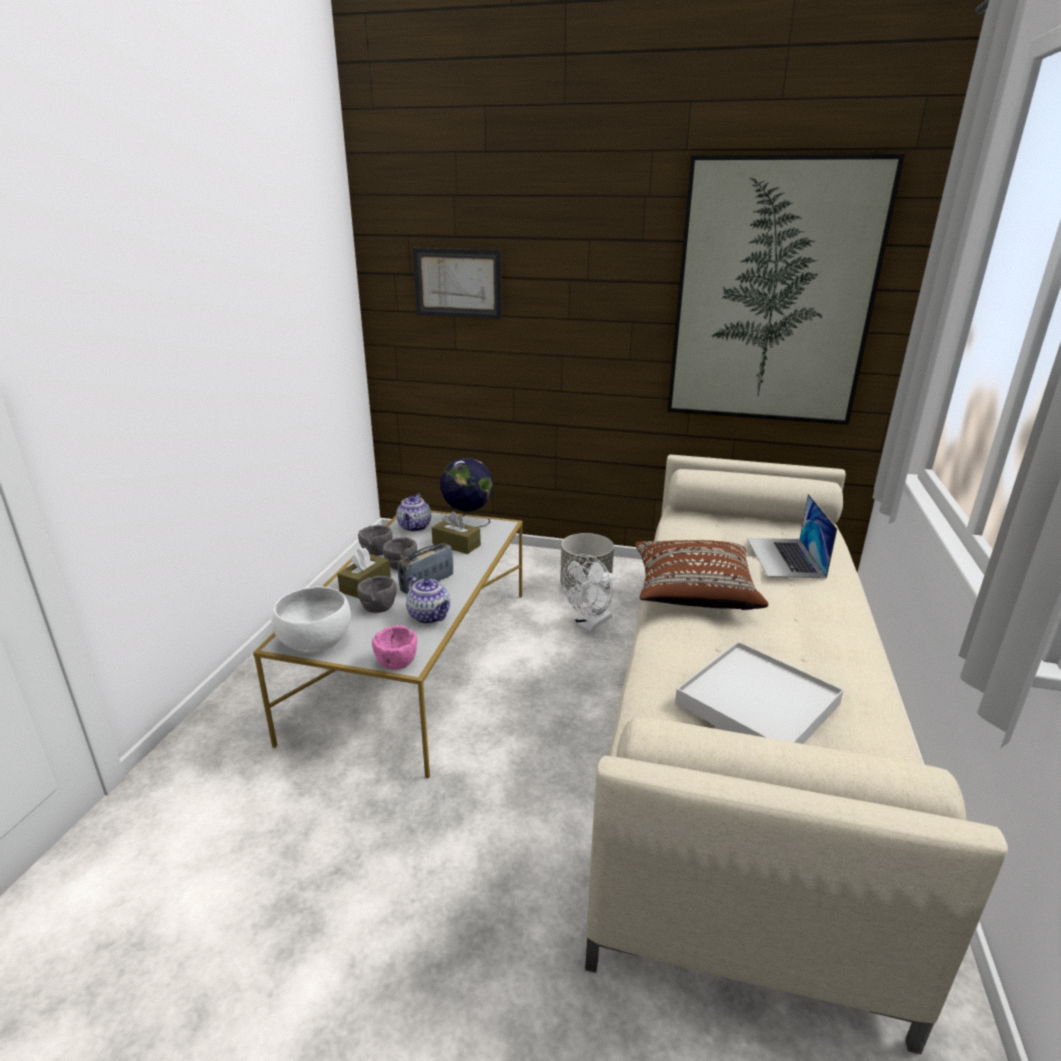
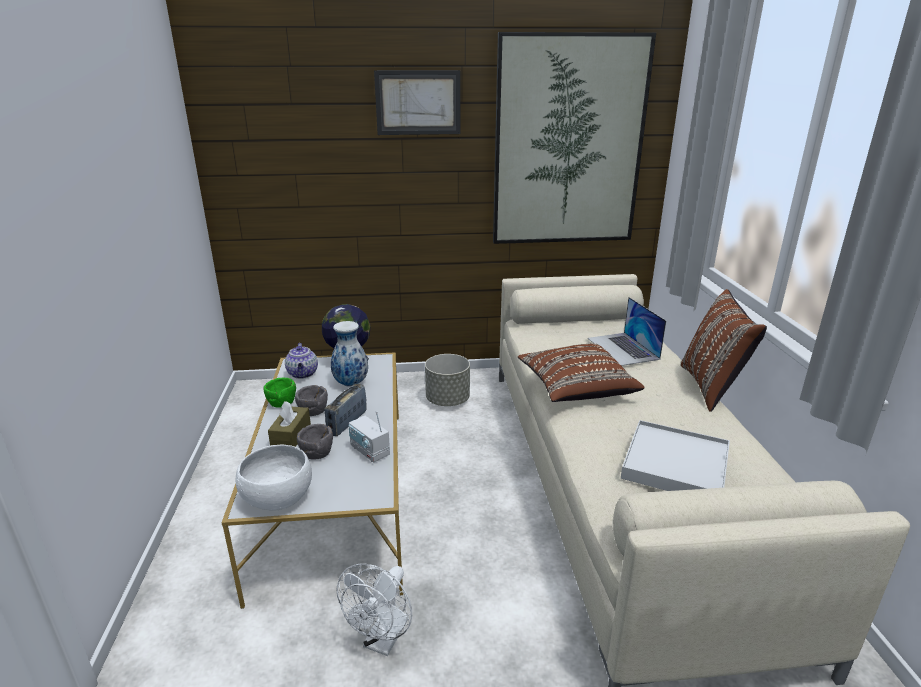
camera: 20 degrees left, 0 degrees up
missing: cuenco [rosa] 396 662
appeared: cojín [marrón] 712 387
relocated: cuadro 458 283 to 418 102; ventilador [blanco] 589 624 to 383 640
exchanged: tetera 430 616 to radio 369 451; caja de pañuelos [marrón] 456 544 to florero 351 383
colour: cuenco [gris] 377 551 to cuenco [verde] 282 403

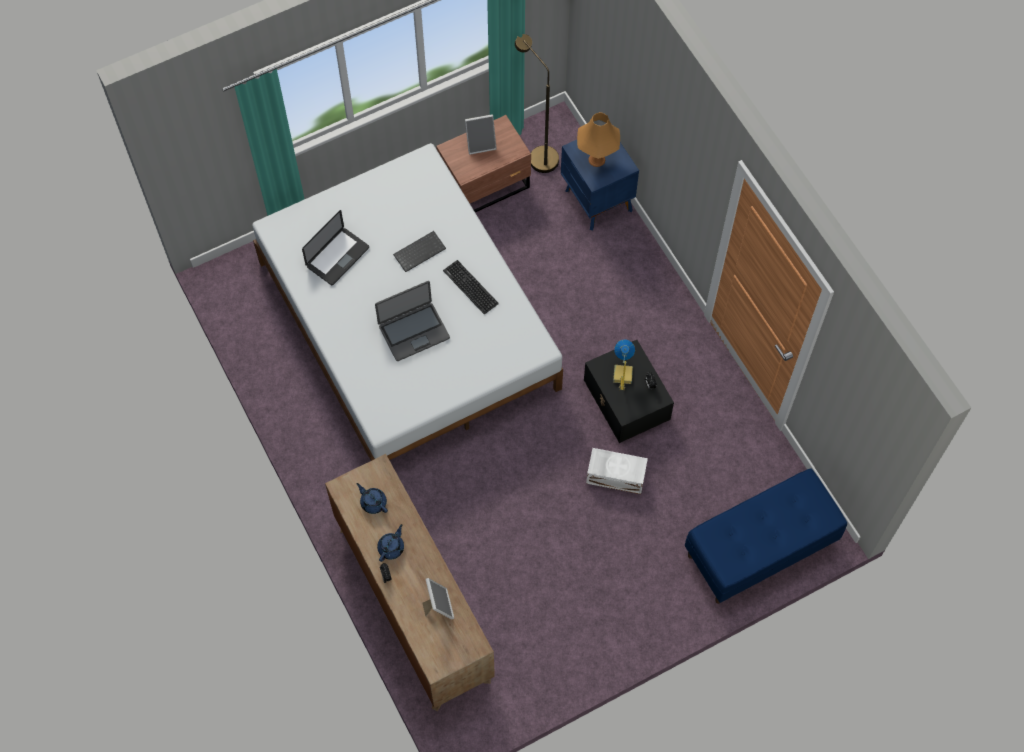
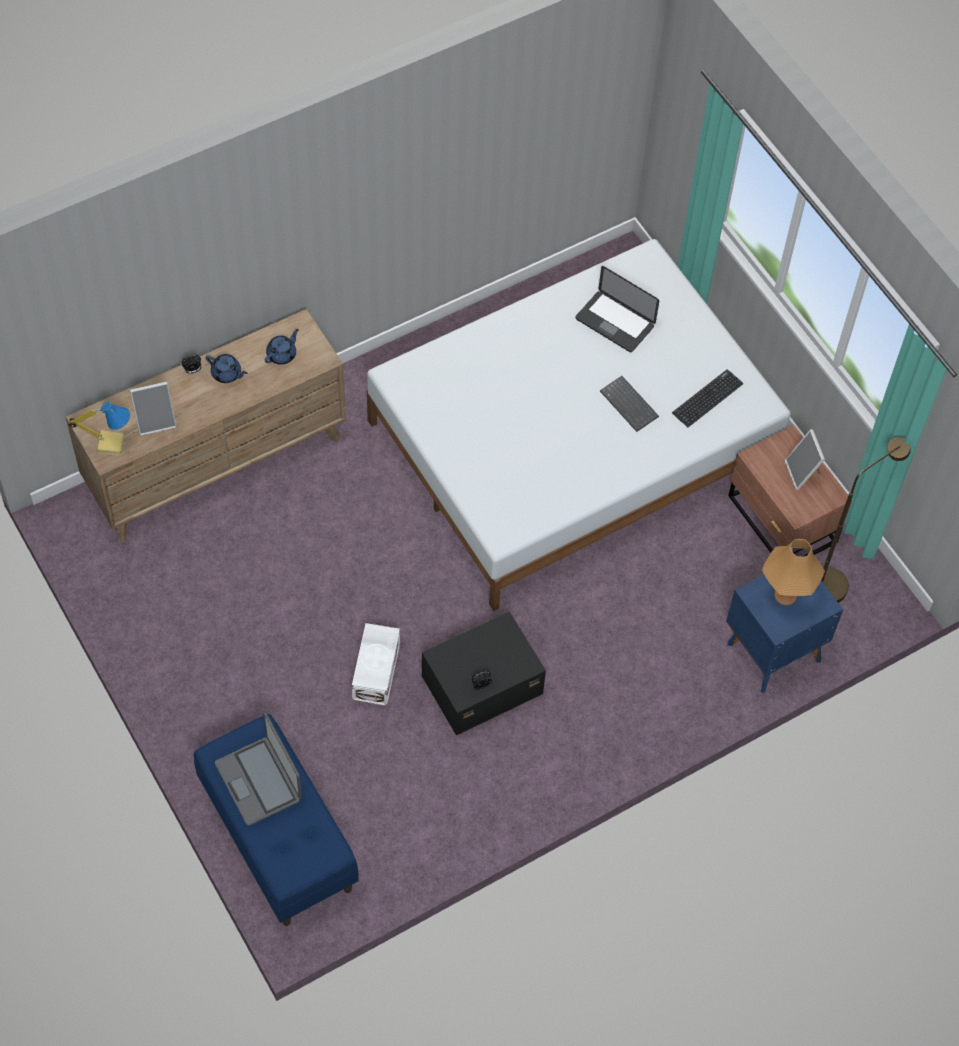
camera: 85 degrees right, 5 degrees down
relocated: portátil 413 331 to 259 781; teclado 470 287 to 707 398; lámpara de mesa 621 375 to 110 443

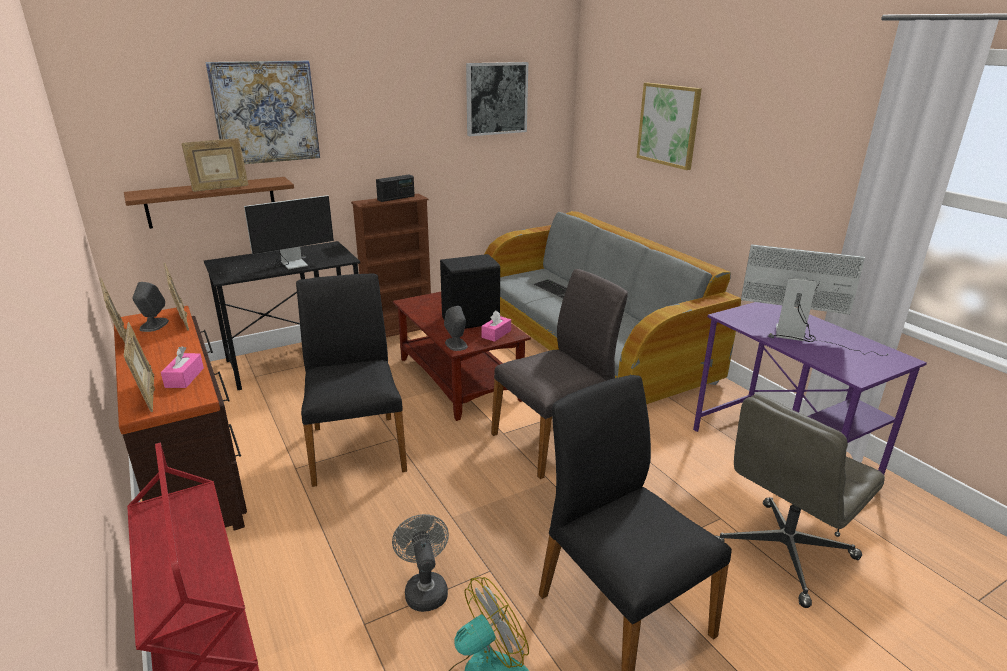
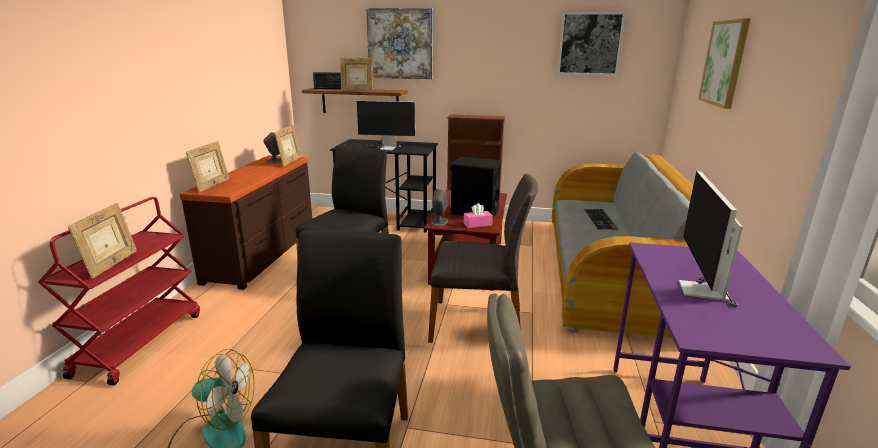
camera: 40 degrees right, 5 degrees down
missing: caja de pañuelos [rosa] 184 378; ventilador [gris] 424 589
relocated: portarretratos 121 339 to 111 265; radio 396 198 to 329 88
spun: monitor 800 335 = 703 285 135 degrees counterclockwise

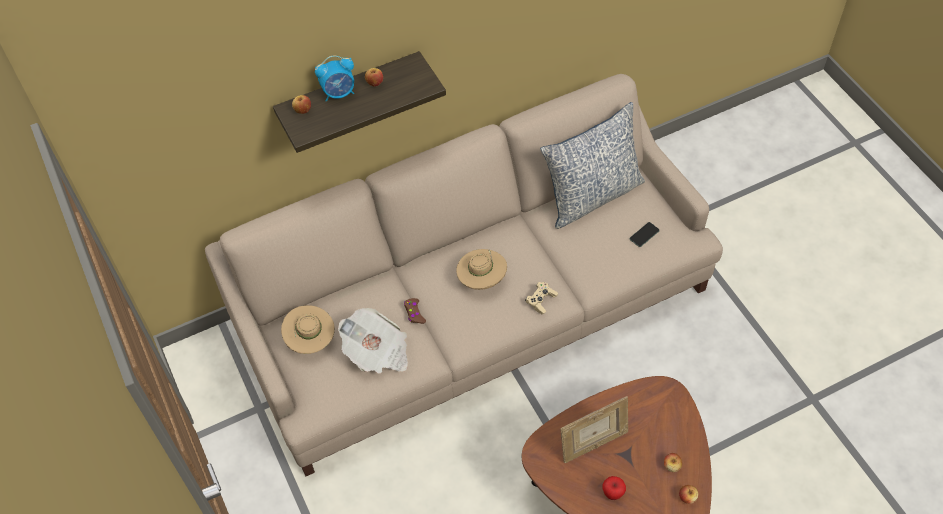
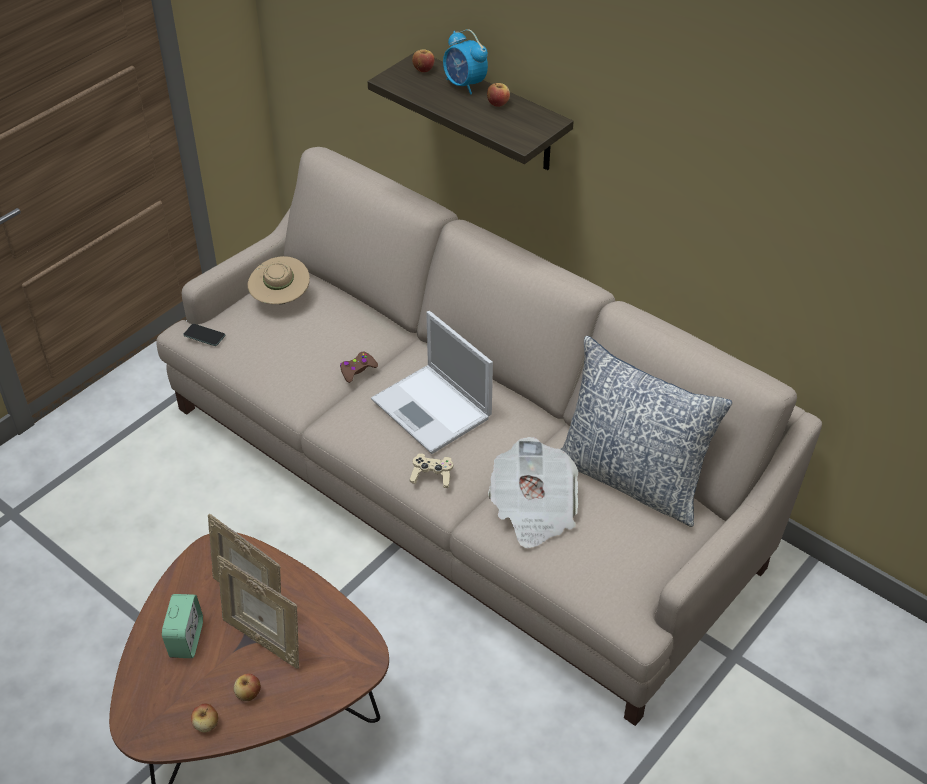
camera: 65 degrees right, 10 degrees down
appeared: portarretratos 263 639
relocated: periódico 377 352 to 533 510; móvil 644 235 to 204 335
exchanged: sombrero [beis] 481 279 to portátil 433 410; manzana 612 493 to despertador 186 639

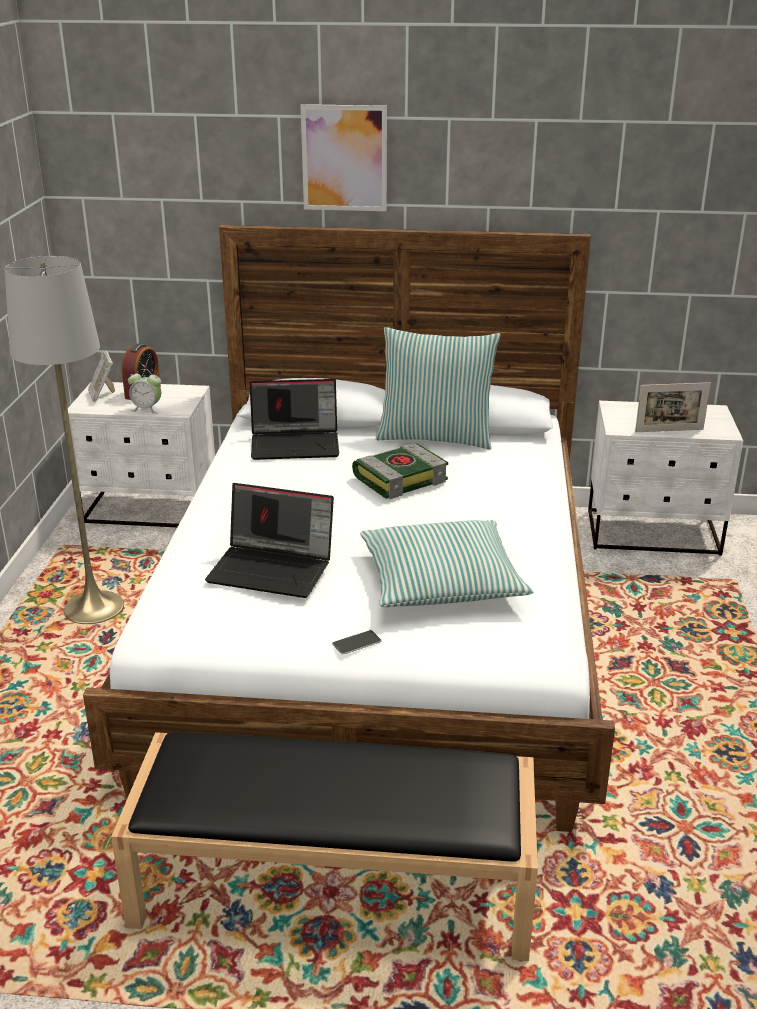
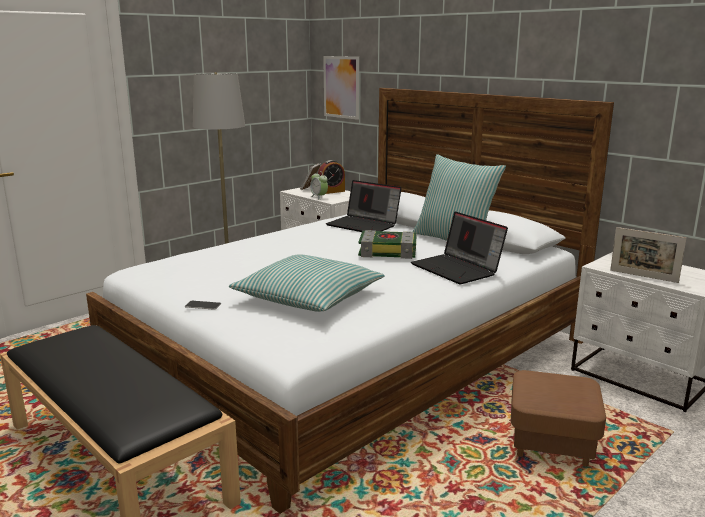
camera: 40 degrees right, 10 degrees down
appeared: puf [marrón] 551 443
relocated: portátil 273 569 to 458 269; cuadro 344 158 to 341 87

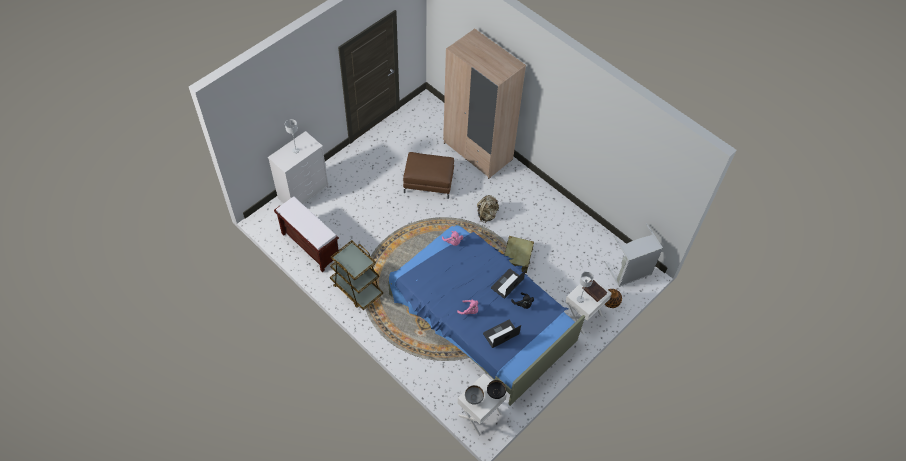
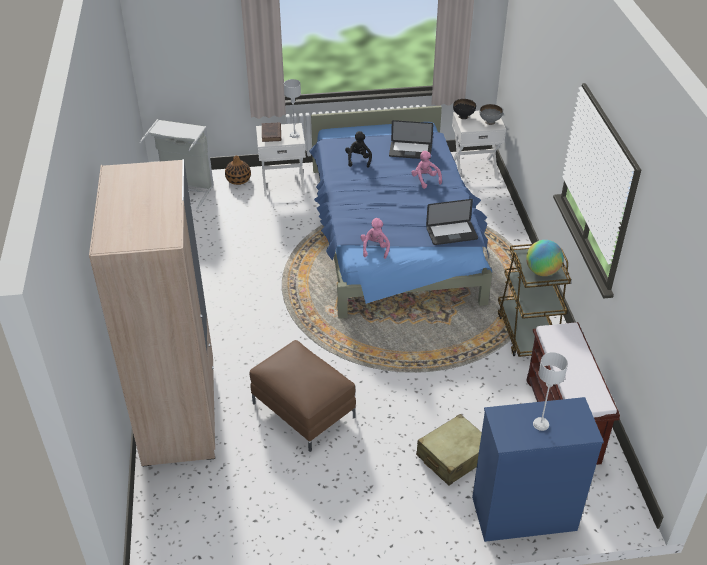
camera: 140 degrees left, 15 degrees down
missing: mochila [beis] 487 214
appeared: globo terráqueo 542 271
relocated: portátil 507 284 to 451 234; maleta [beis] 517 257 to 453 457
colour: cómoda [blanco] 303 192 to cómoda [azul] 523 514

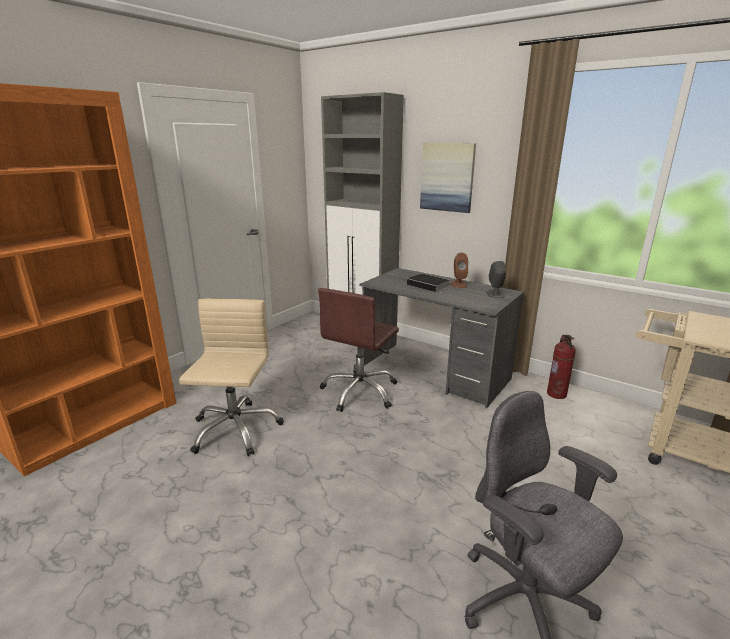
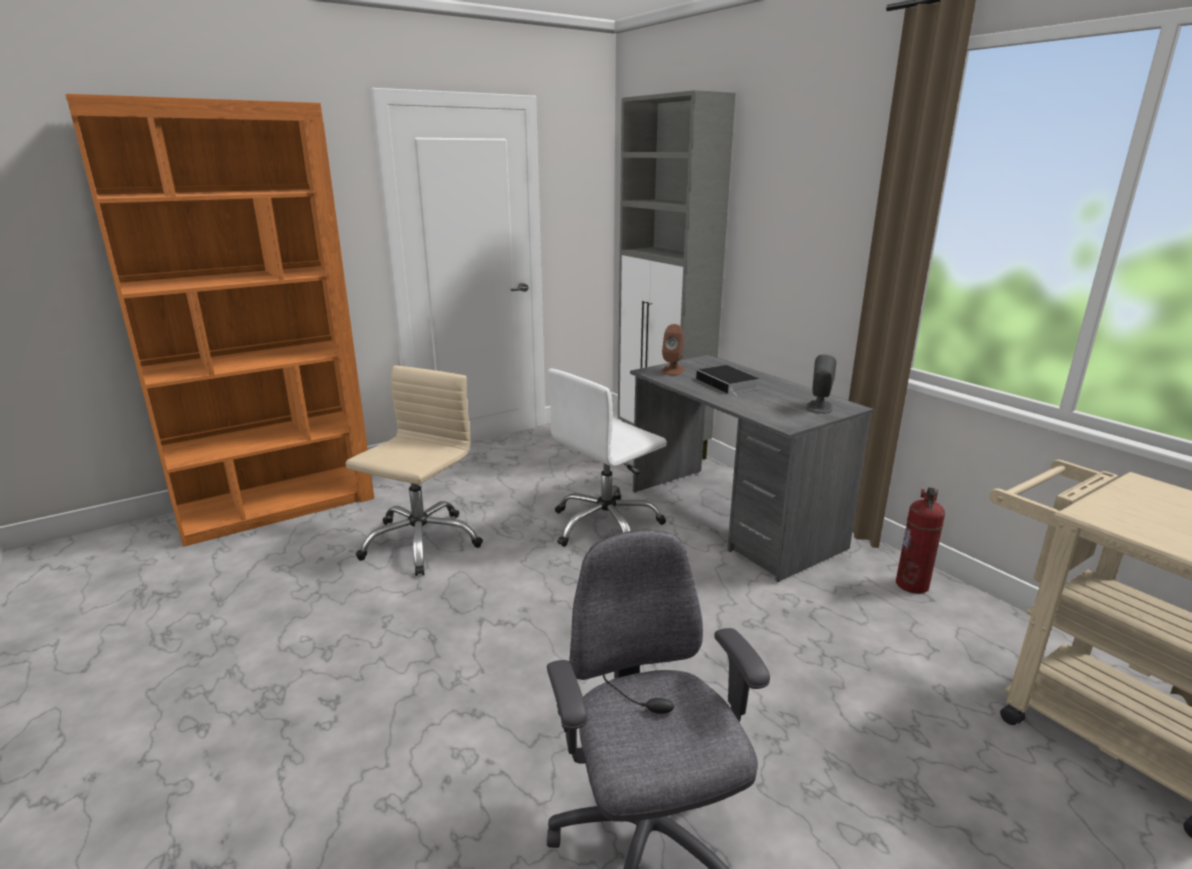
camera: 20 degrees right, 0 degrees up
missing: cuadro 447 177
relocated: altavoz [marrón] 458 284 to 672 370
colour: silla de oficina [marrón] 360 392 to silla de oficina [blanco] 606 526

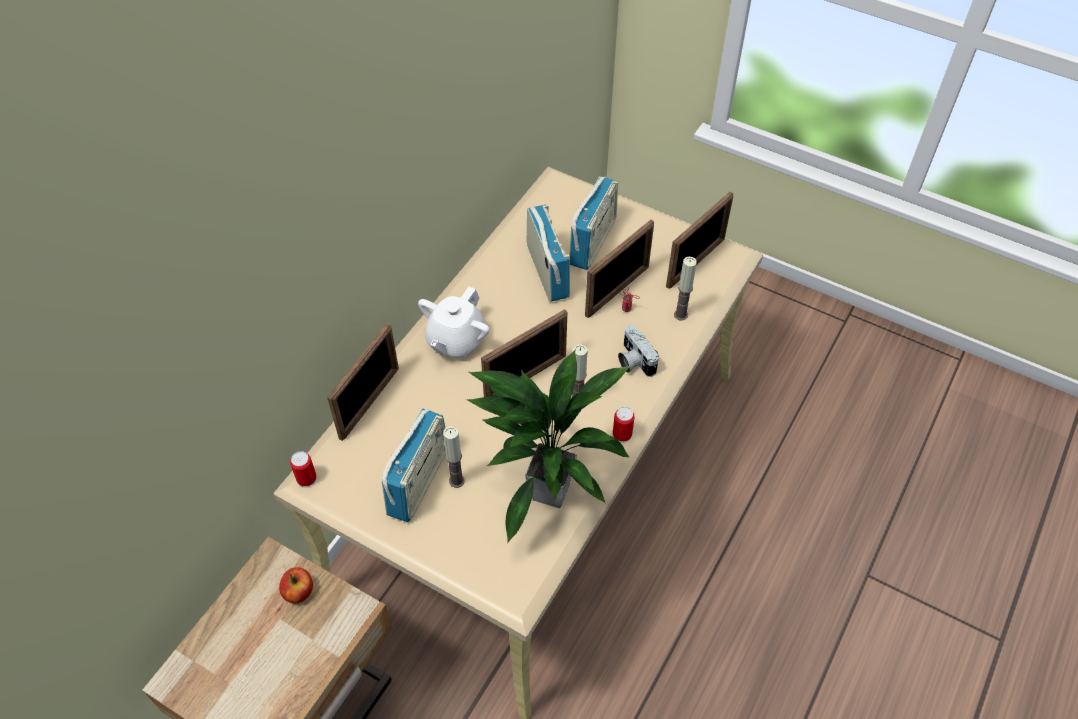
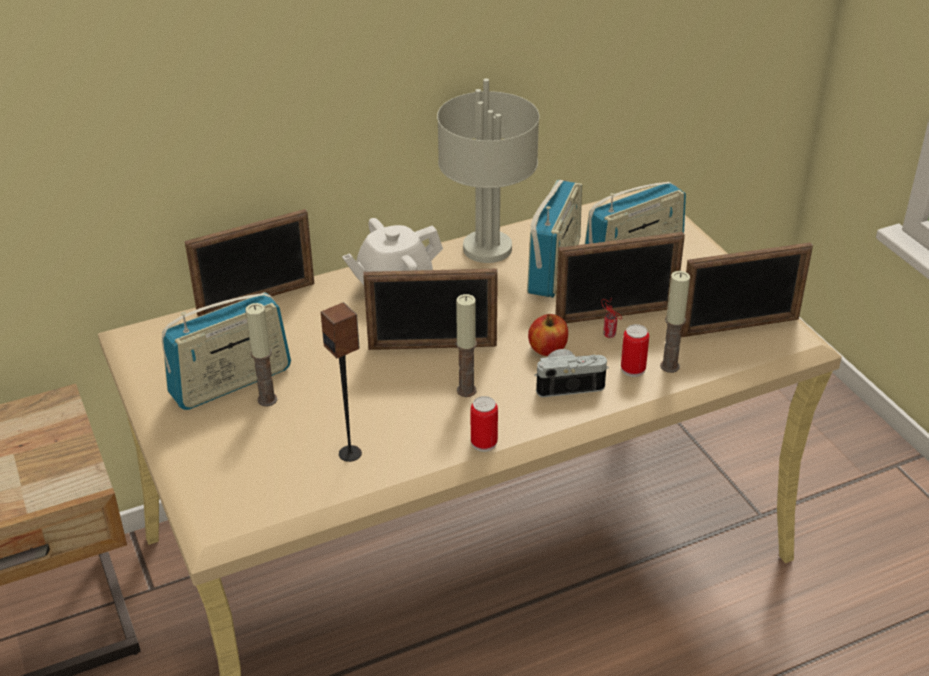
camera: 35 degrees right, 15 degrees down
appeared: lámpara de mesa [gris] 489 249
relocated: manzana 299 591 to 548 349; lata 306 479 to 633 369
exchanged: planta en maceta 549 490 to altavoz 350 453
spun: cámara 633 361 = 568 383 75 degrees clockwise

